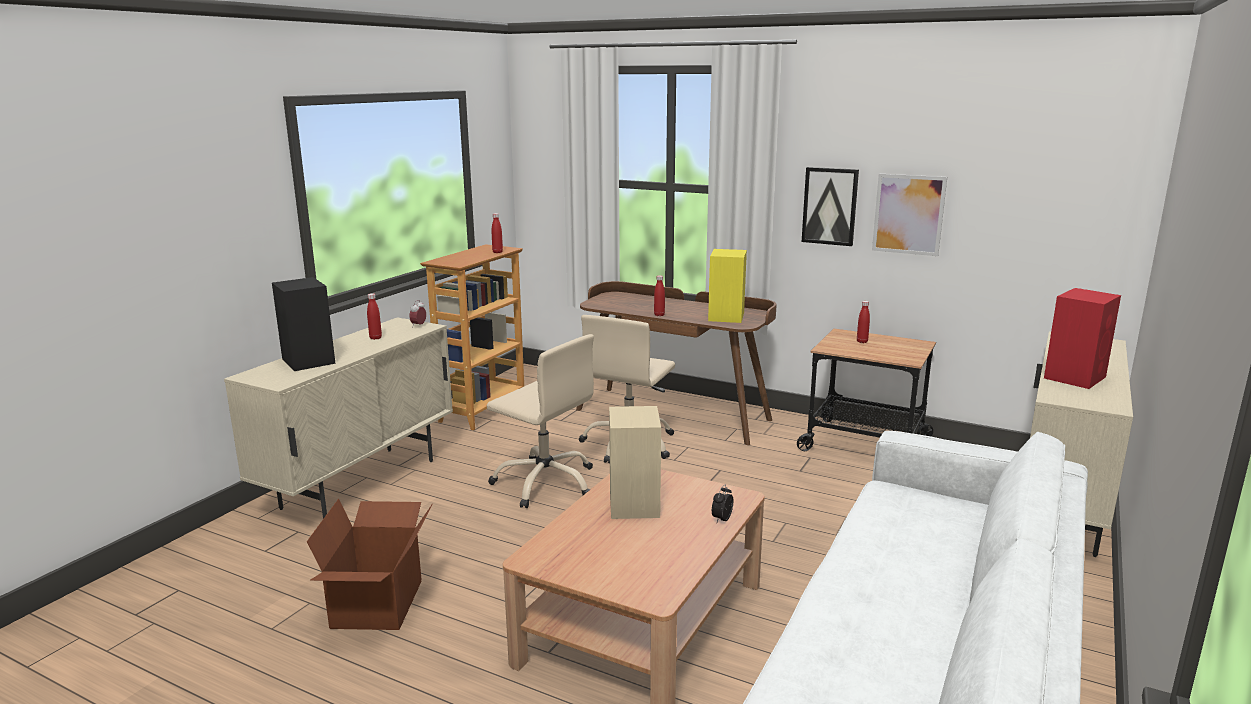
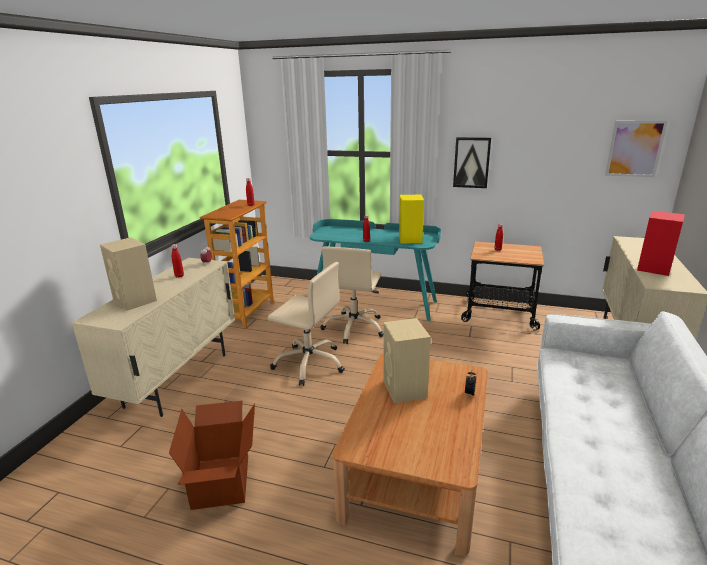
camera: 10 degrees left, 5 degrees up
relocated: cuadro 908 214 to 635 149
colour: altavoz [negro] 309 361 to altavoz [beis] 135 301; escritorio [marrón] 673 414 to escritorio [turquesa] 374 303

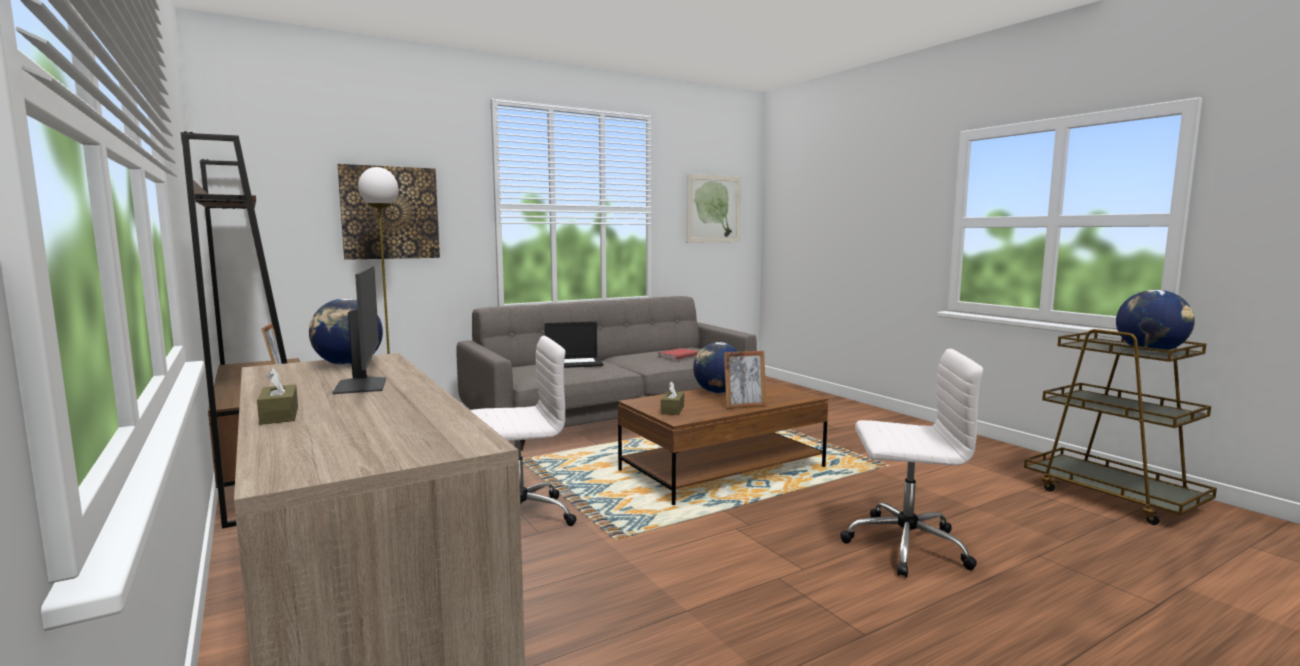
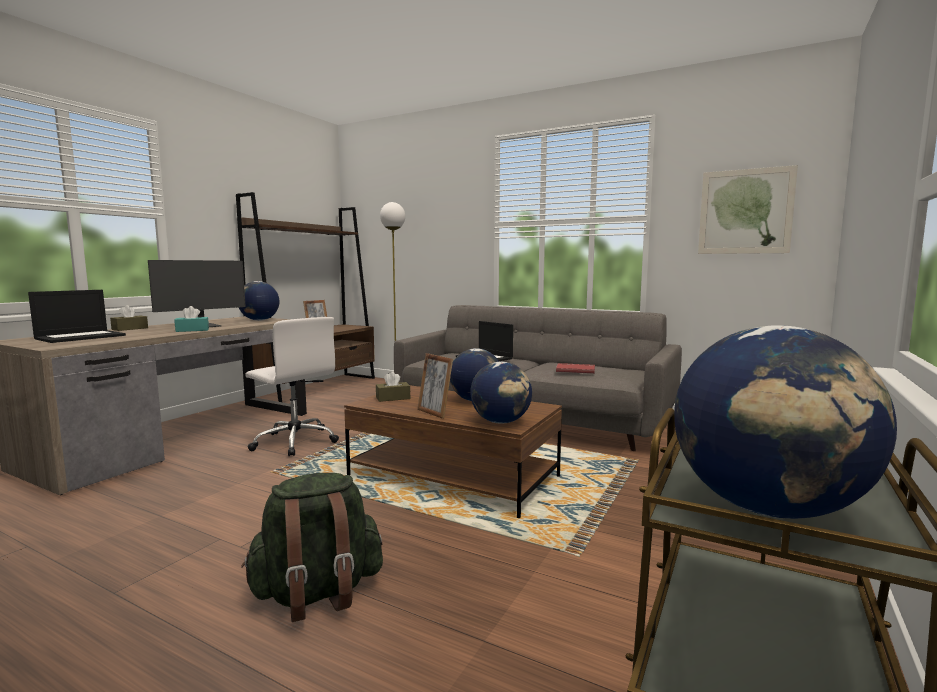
camera: 60 degrees right, 0 degrees up
missing: cuadro 390 213
appeared: portátil 81 337; caja de pañuelos [turquesa] 192 330; globo terráqueo 501 422
exchanged: silla de oficina [blanco] 903 545 to mochila [verde] 317 593

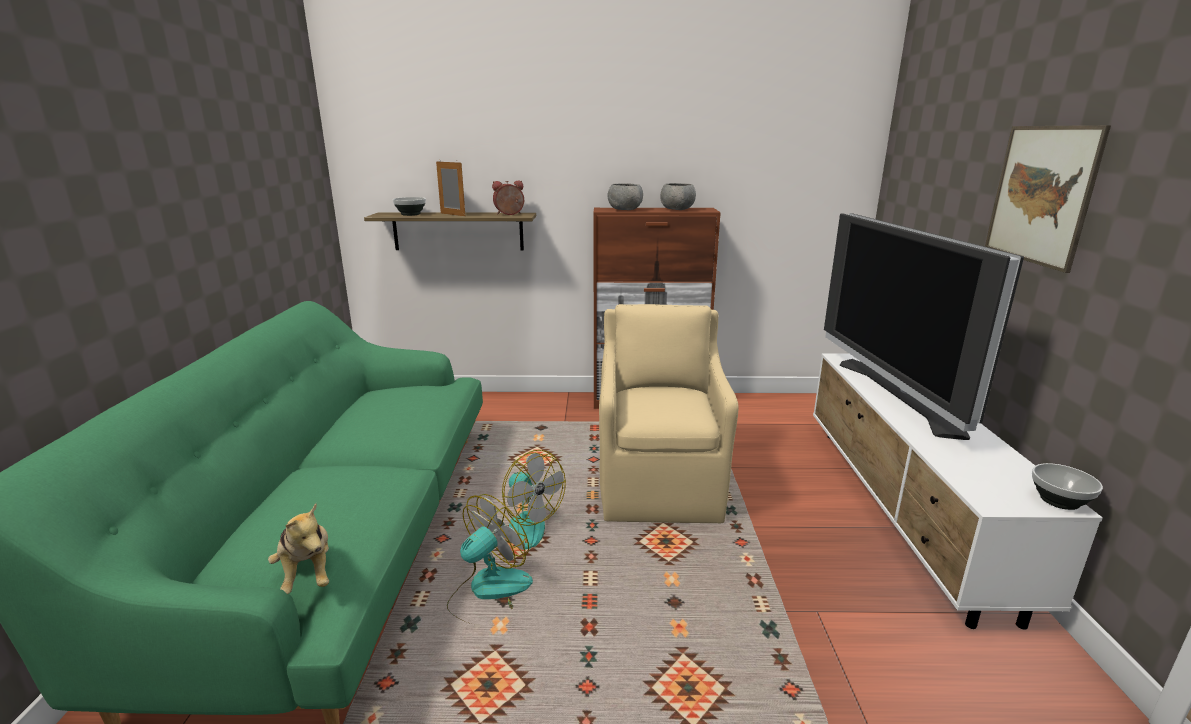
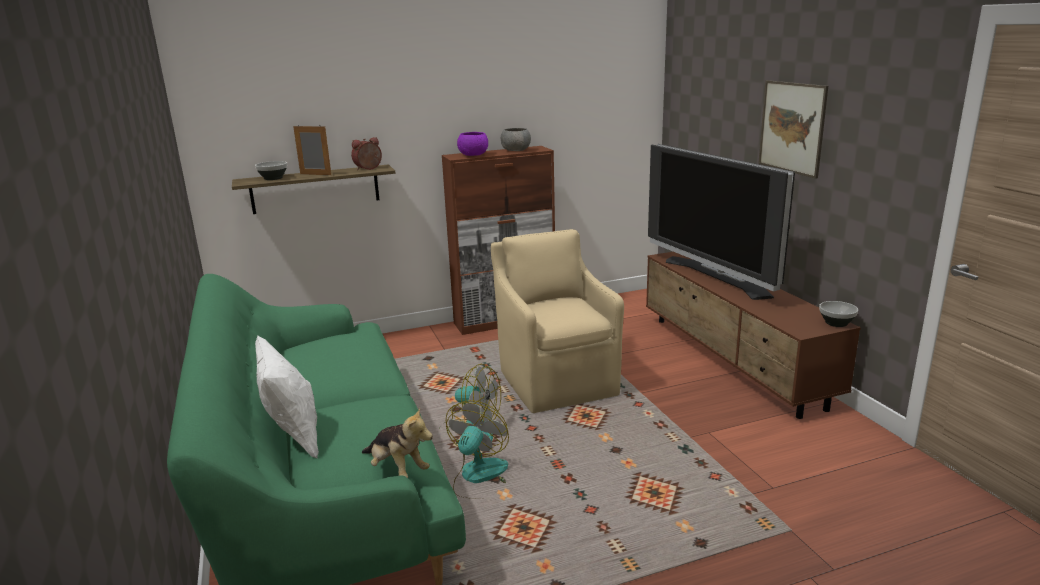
camera: 20 degrees left, 0 degrees up
appeared: cojín [blanco] 294 437
colour: cuenco [gris] 624 210 to cuenco [morado] 473 155; mueble de televisión [blanco] 903 510 to mueble de televisión [marrón] 732 361

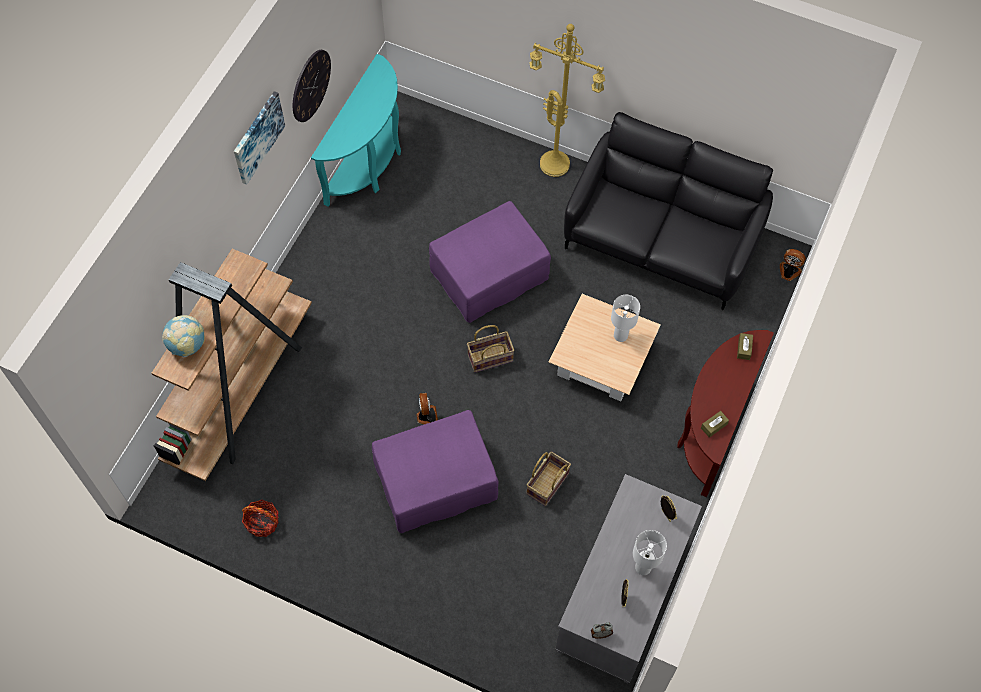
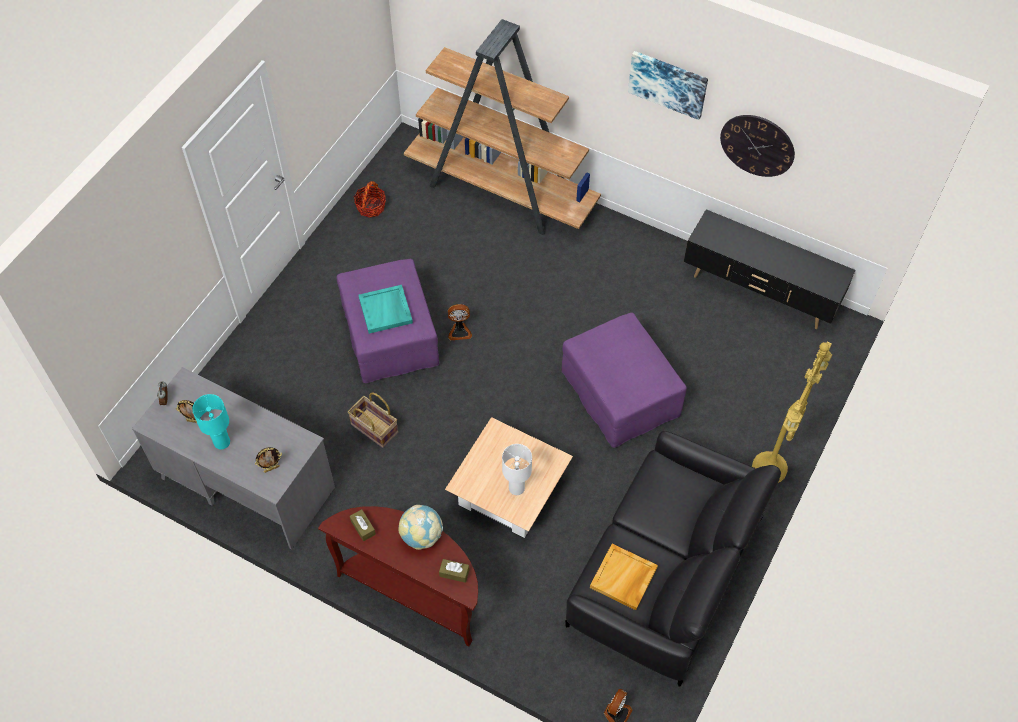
camera: 95 degrees right, 5 degrees down
missing: cesta 490 357
appeared: bandeja [turquesa] 386 310; bandeja [beis] 623 578
relocated: globo terráqueo 187 345 to 421 536
exchanged: mesa consola [turquesa] 369 164 to mueble de televisión [negro] 760 293
colour: lámpara de mesa [blanco] 643 568 to lámpara de mesa [turquesa] 221 442

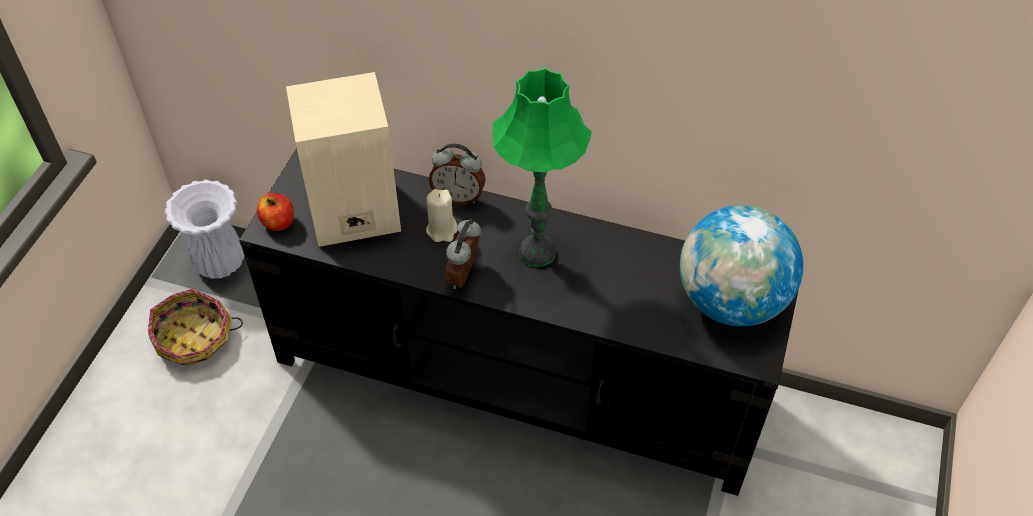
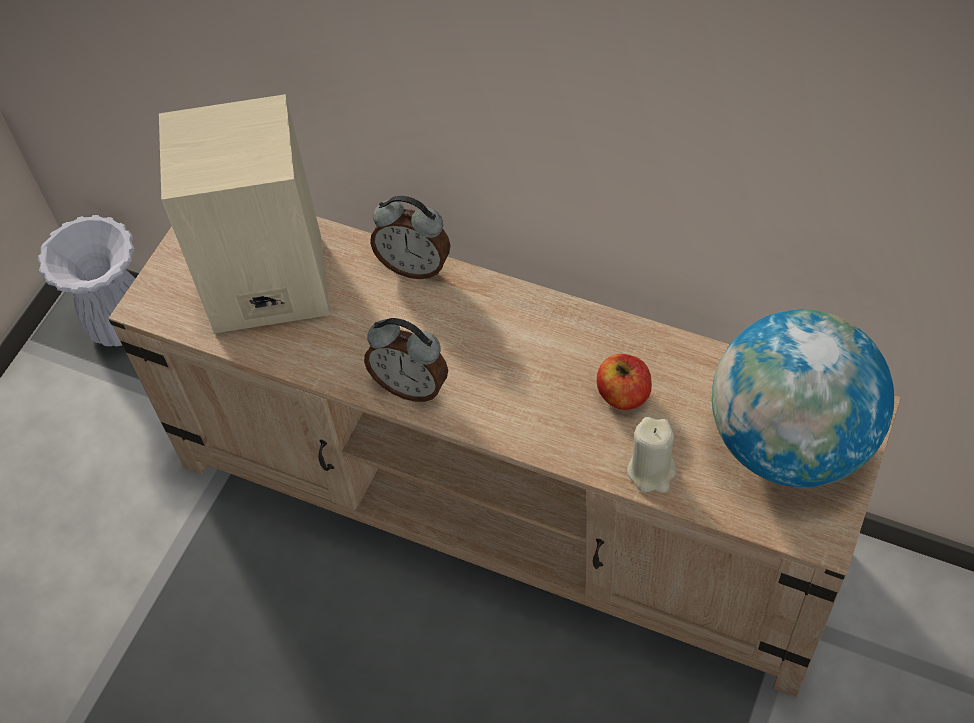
camera: 10 degrees right, 5 degrees up
missing: cesta 194 338; lámpara de mesa [verde] 537 252
relocated: manzana 278 222 to 623 394; vela [beis] 442 230 to 651 471
colour: mueble de televisión [negro] 519 377 to mueble de televisión [beis] 506 506
spun: despertador 465 276 = 411 386 90 degrees counterclockwise

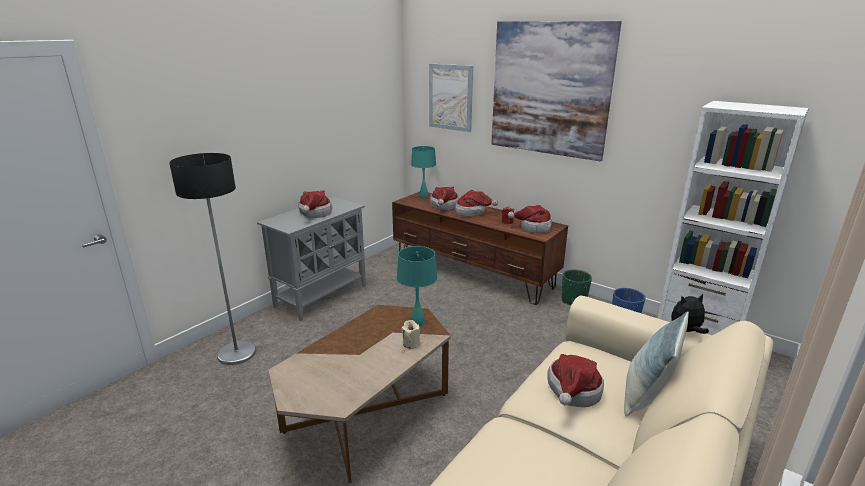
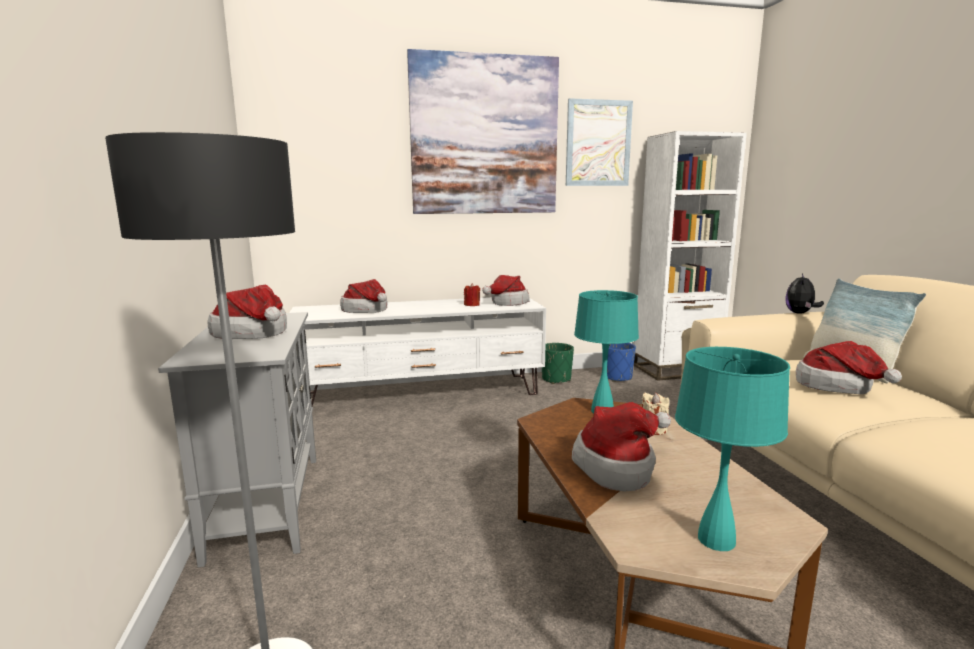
camera: 50 degrees left, 10 degrees down
relocated: lámpara de mesa [turquesa] 424 196 to 716 539; cuadro 450 97 to 598 143; sombrero 472 212 to 619 466
colour: mueble de televisión [marrón] 473 272 to mueble de televisión [blanco] 422 394

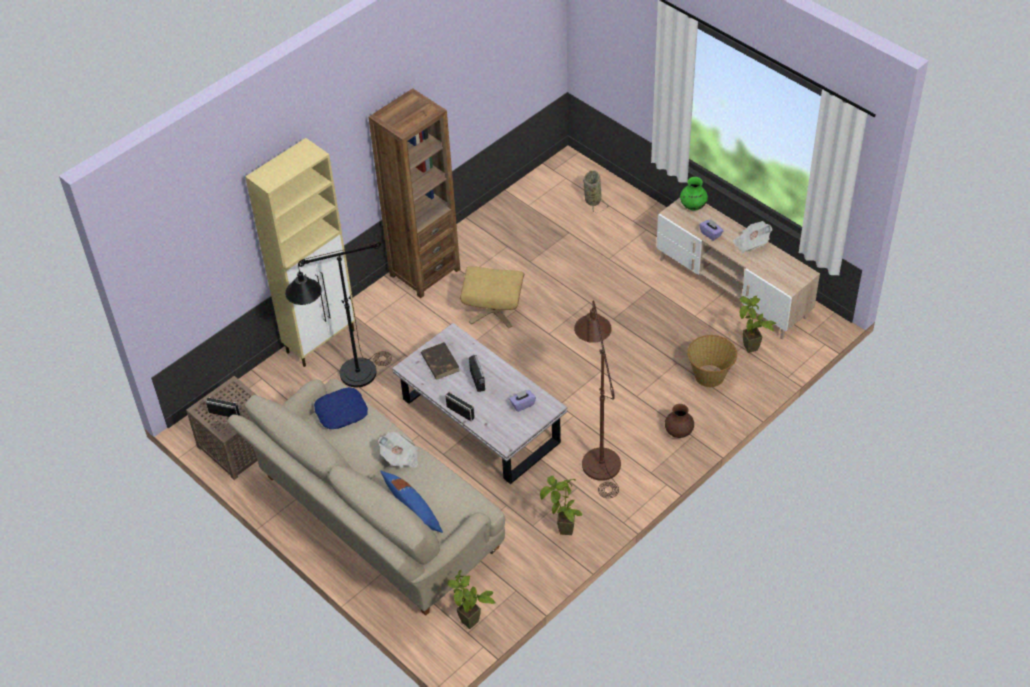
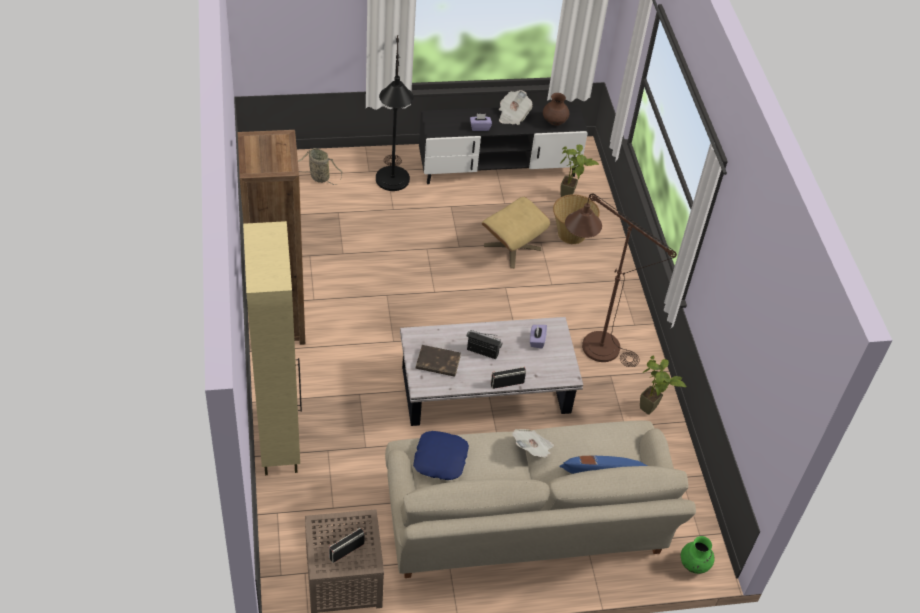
camera: 60 degrees left, 0 degrees up
missing: planta en maceta 472 627
relocated: lámpara de pie [negro] 349 378 to 392 186; puf [beis] 494 310 to 512 247; florero [marrón] 679 432 to 554 122; florero [verde] 693 206 to 694 565
colour: mueble de televisión [beis] 732 288 to mueble de televisión [negro] 498 167

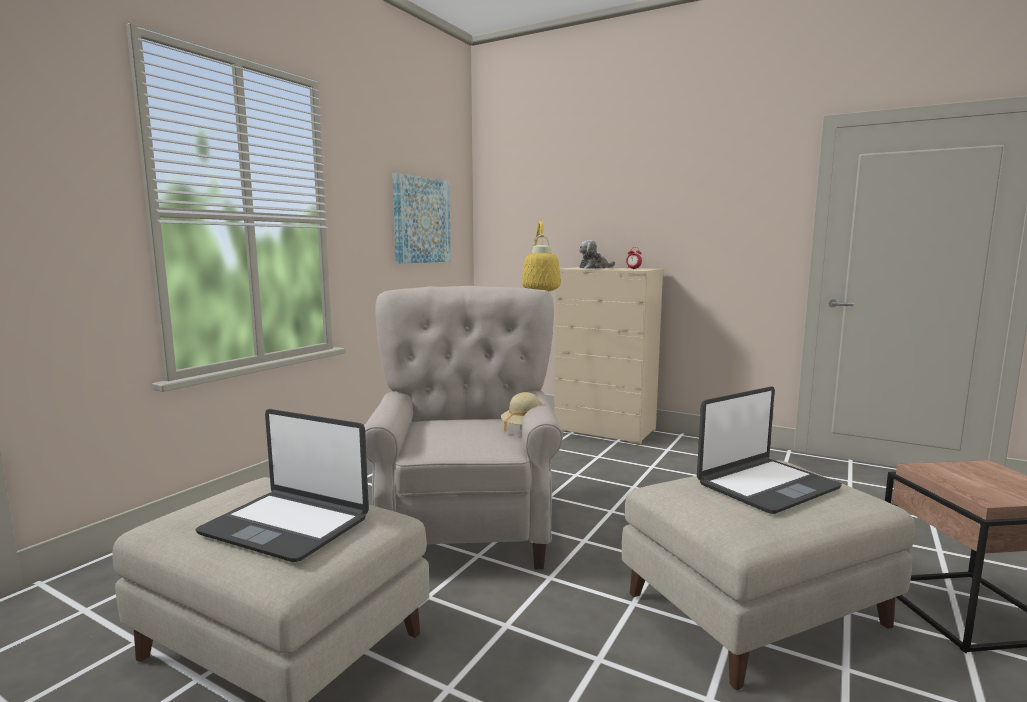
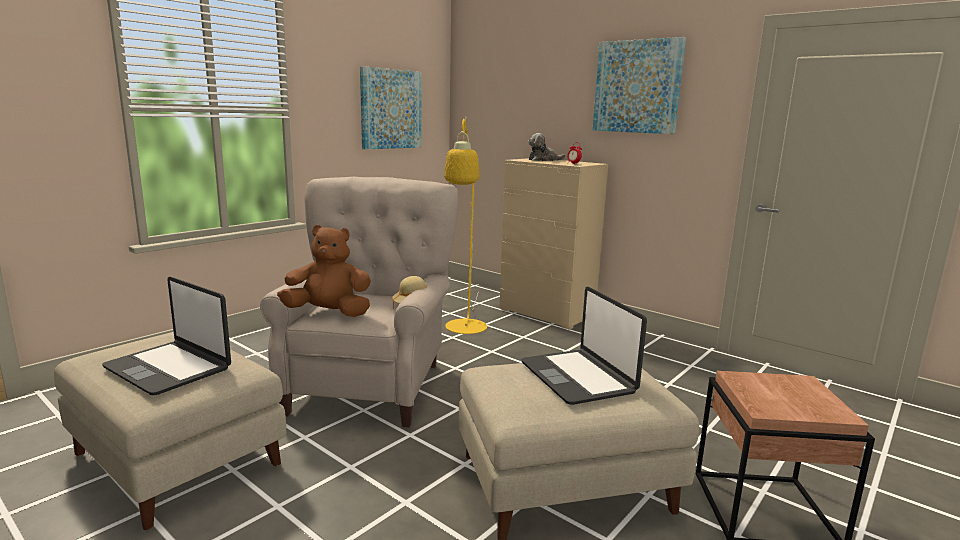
camera: 10 degrees right, 5 degrees up
appeared: peluche [marrón] 328 313; cuadro 637 87
spun: portátil 766 486 = 578 377 90 degrees clockwise

